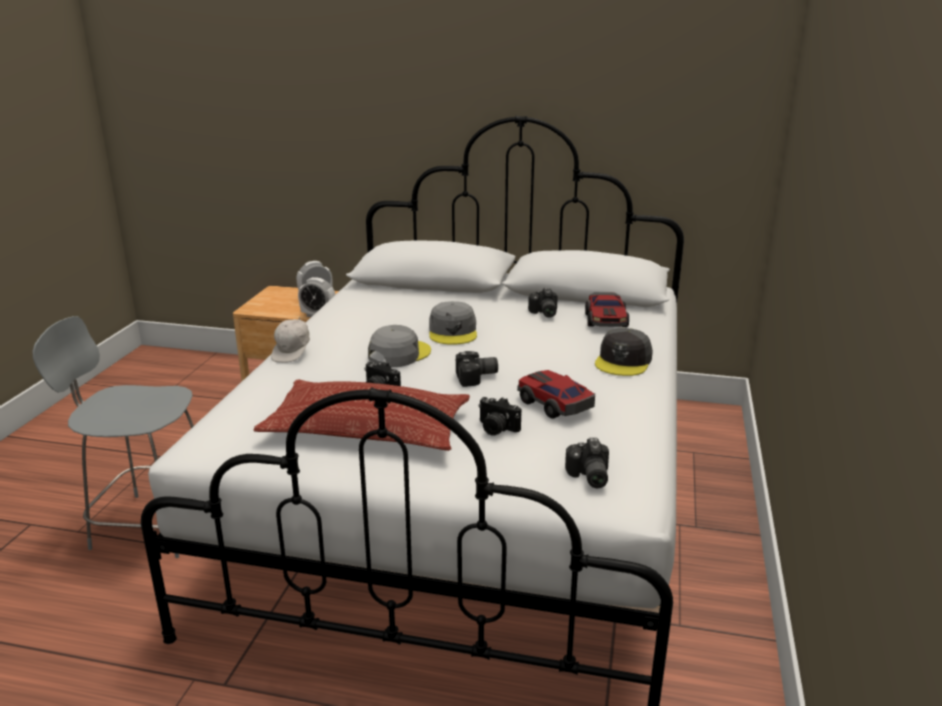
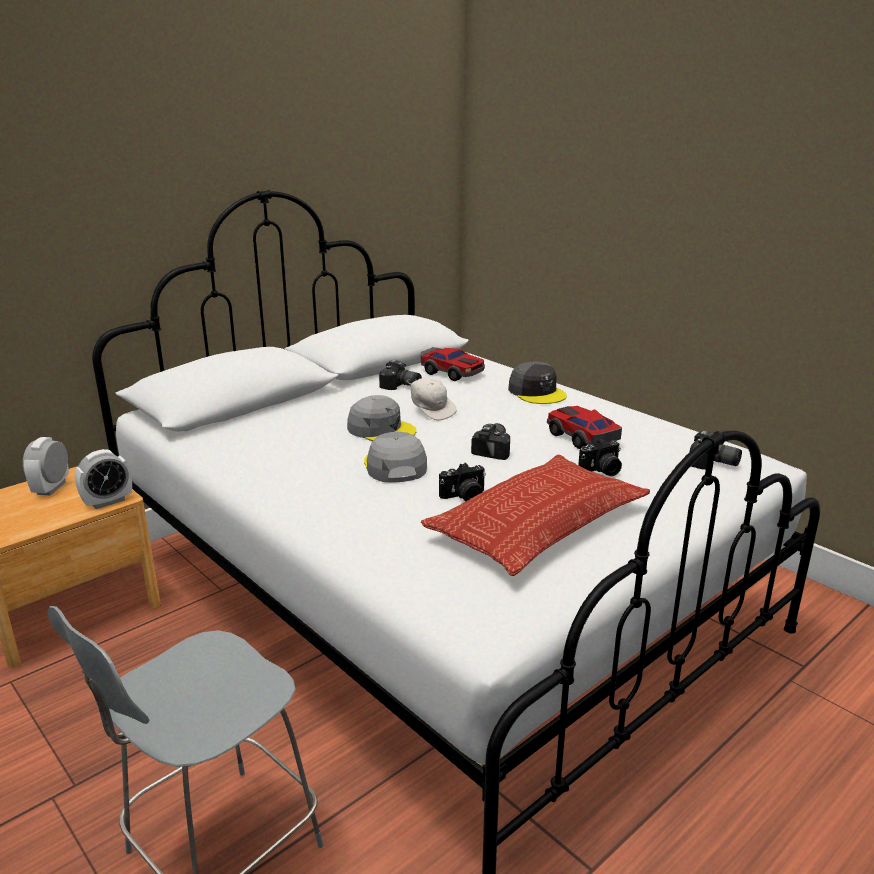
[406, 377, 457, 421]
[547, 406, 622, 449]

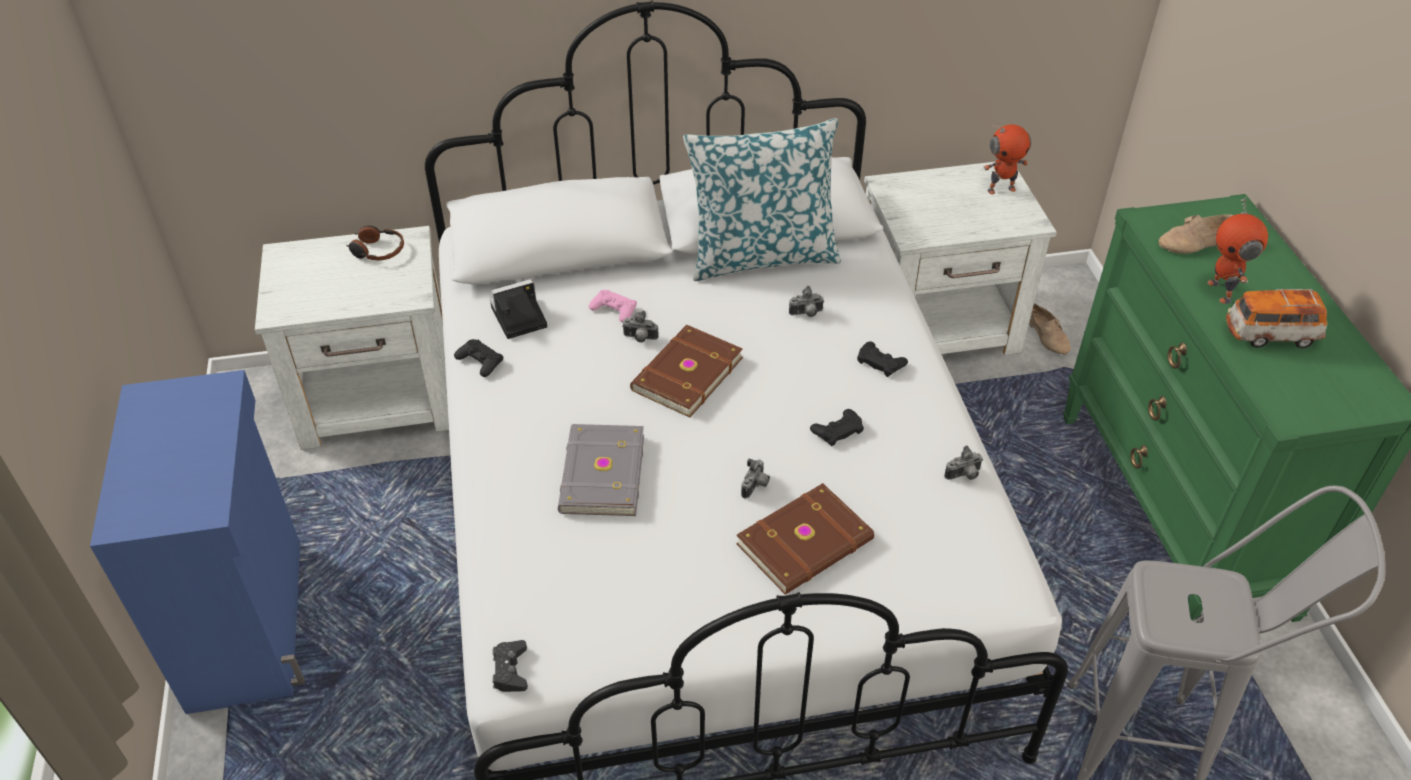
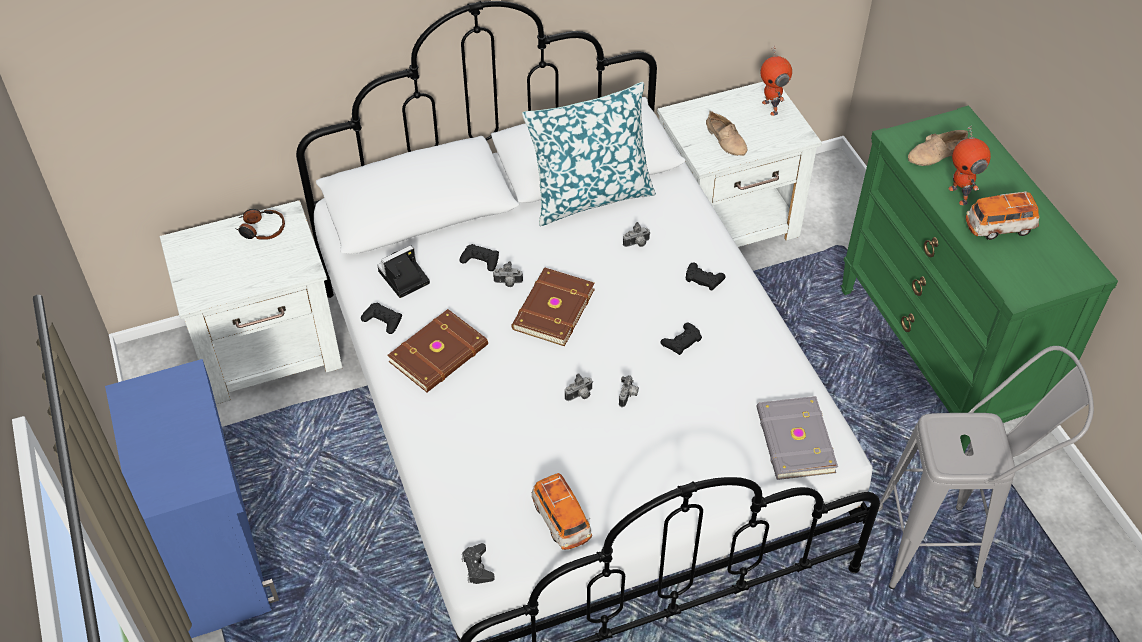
[757, 396, 838, 480]
[459, 244, 499, 271]
[388, 309, 488, 392]
[565, 373, 593, 401]
[761, 46, 792, 116]
[706, 111, 748, 156]
[532, 473, 592, 550]

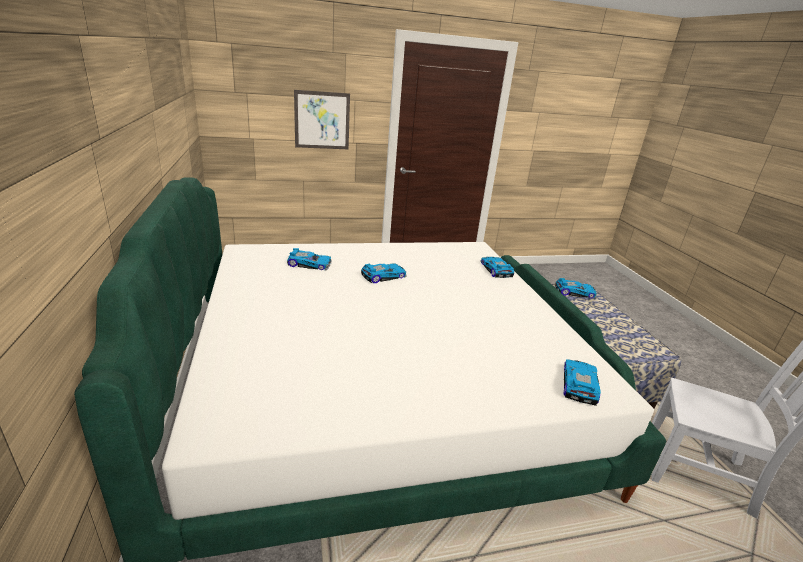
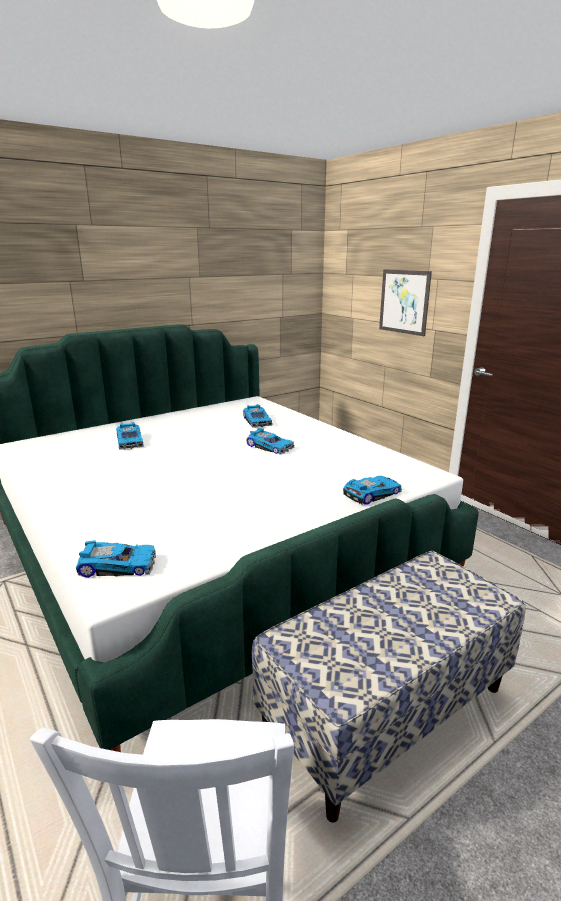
[116, 422, 144, 450]

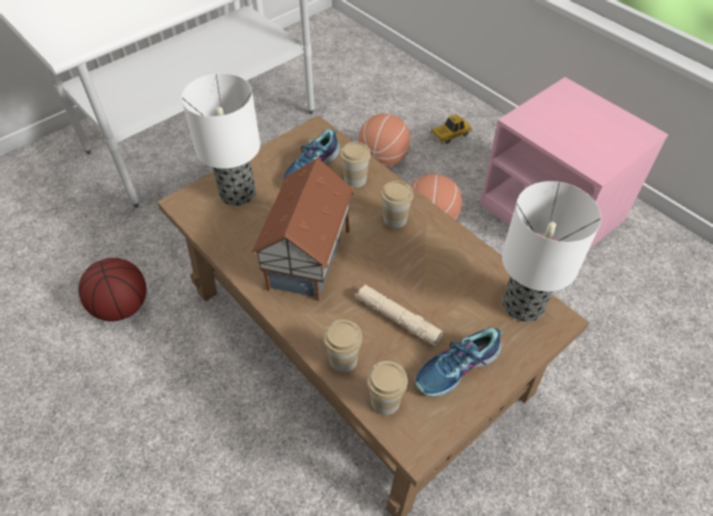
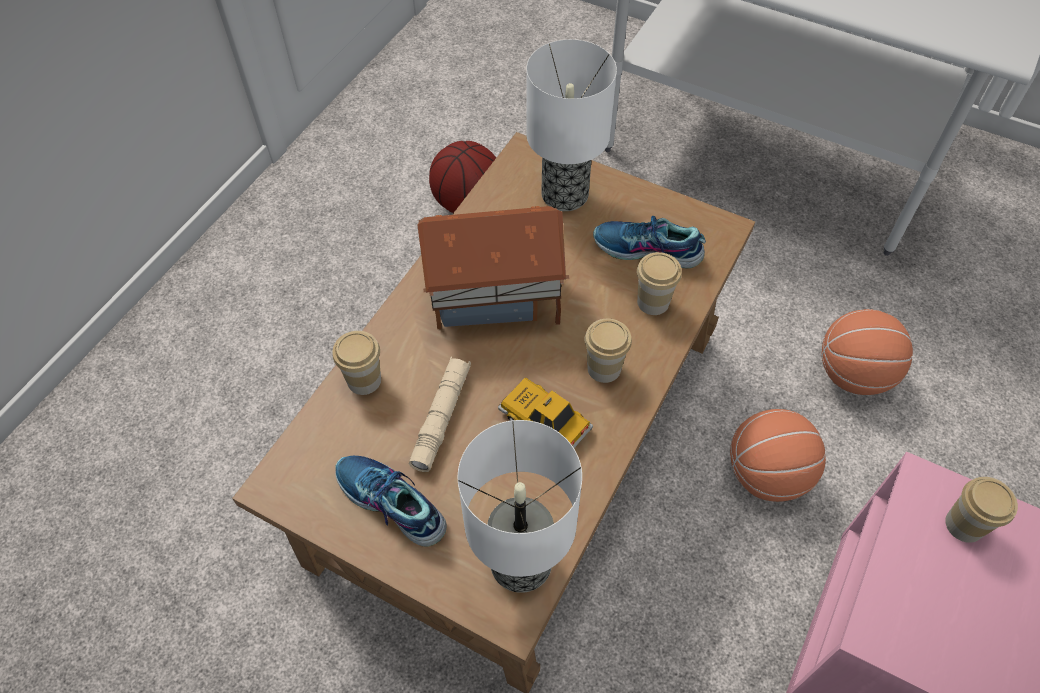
[945, 477, 1018, 543]
[498, 378, 593, 448]

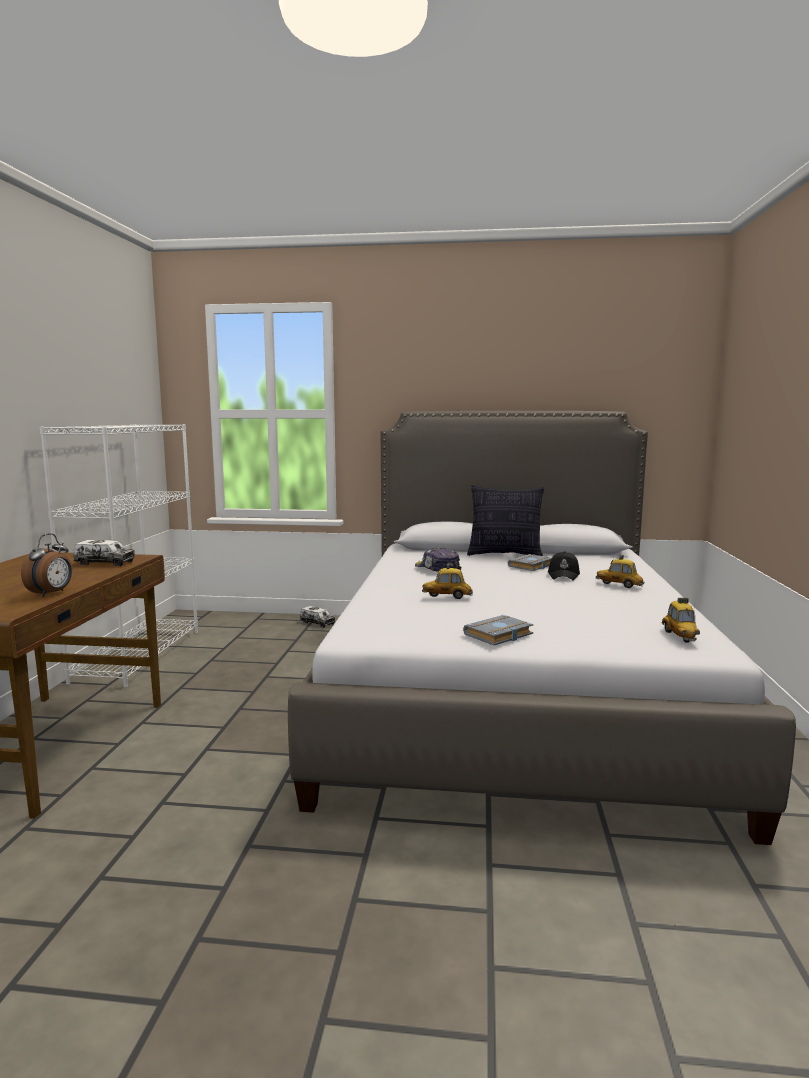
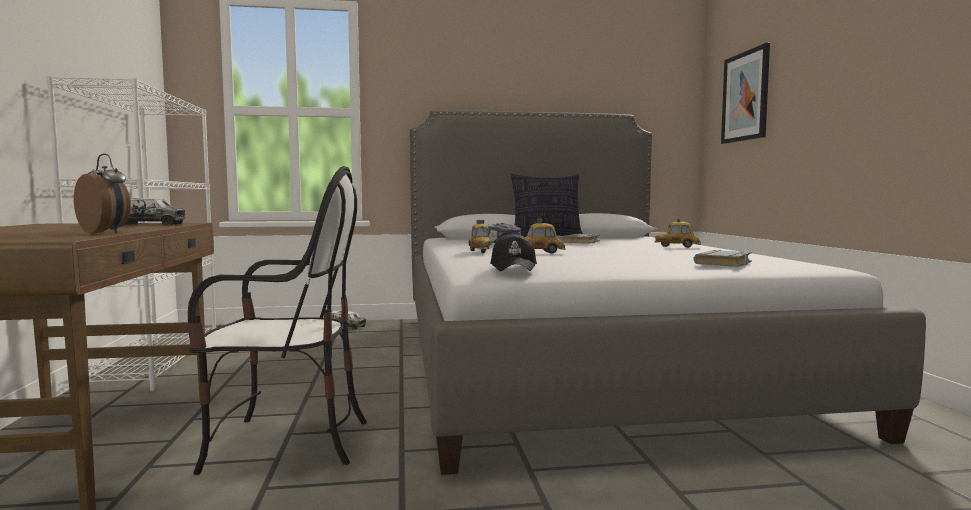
[74, 154, 131, 233]
[693, 250, 752, 267]
[490, 233, 537, 271]
[469, 220, 492, 253]
[187, 166, 367, 475]
[721, 43, 770, 144]

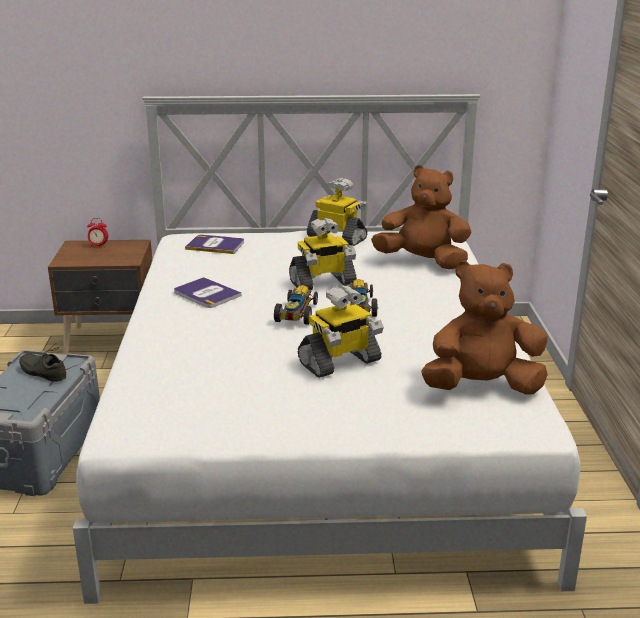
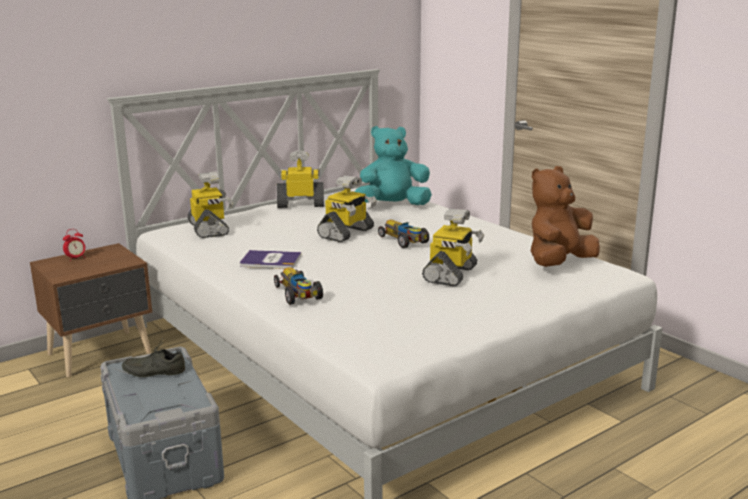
[188, 171, 233, 238]
[274, 267, 323, 305]
[354, 126, 432, 205]

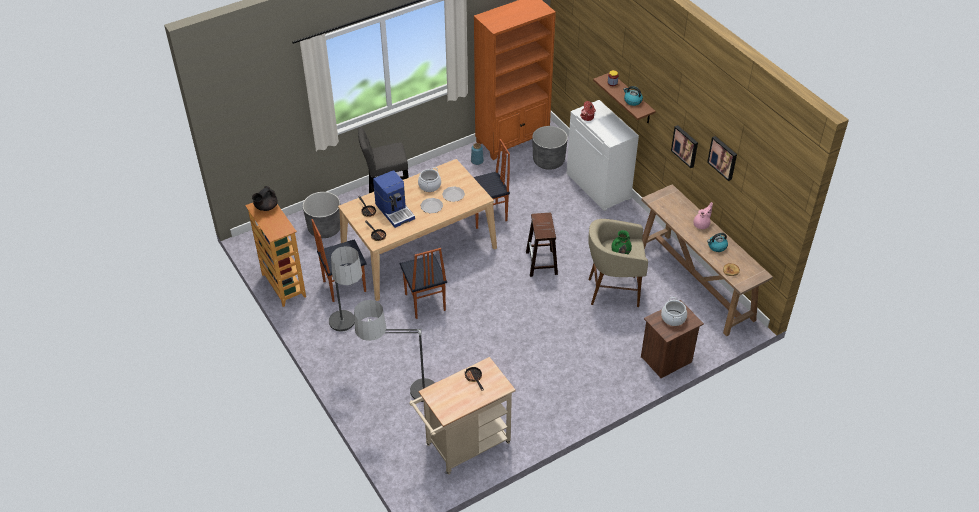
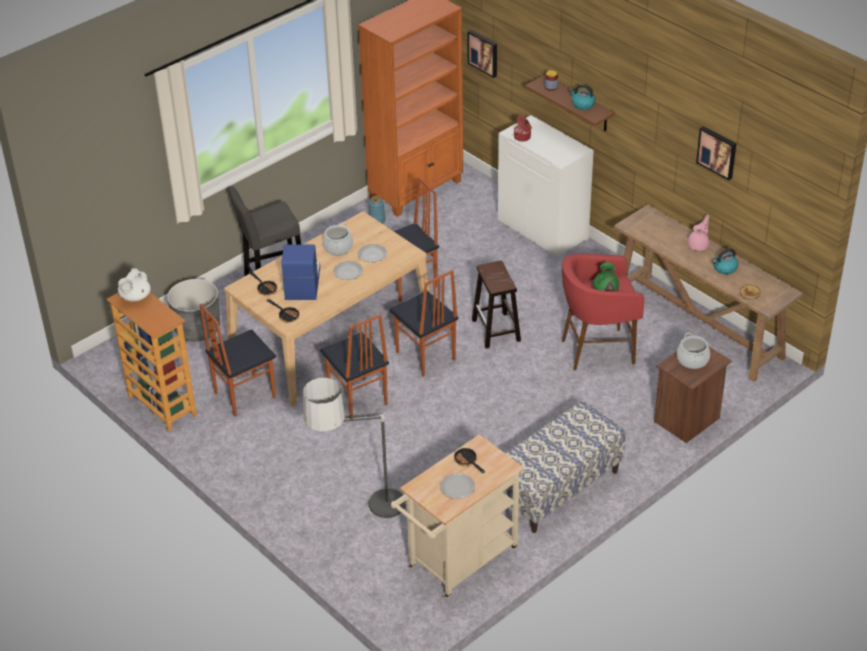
[118, 268, 151, 301]
[329, 246, 362, 332] (first image)
[281, 244, 320, 300]
[532, 126, 568, 170] (first image)
[562, 254, 644, 370]
[467, 30, 497, 78]
[389, 270, 458, 377]
[440, 473, 475, 499]
[503, 401, 626, 533]

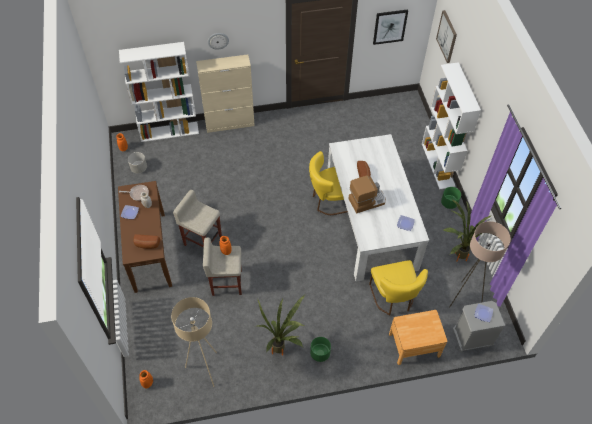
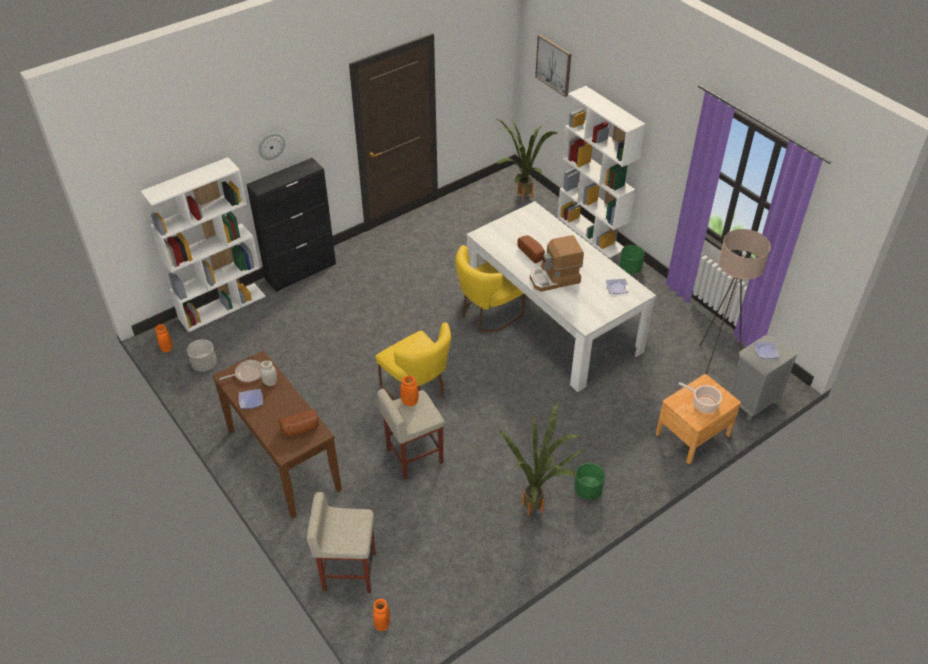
[171, 297, 217, 387] (first image)
[307, 492, 376, 593]
[246, 158, 336, 292]
[530, 235, 584, 292]
[376, 323, 451, 400]
[373, 10, 408, 45] (first image)
[497, 119, 557, 201]
[678, 382, 722, 413]

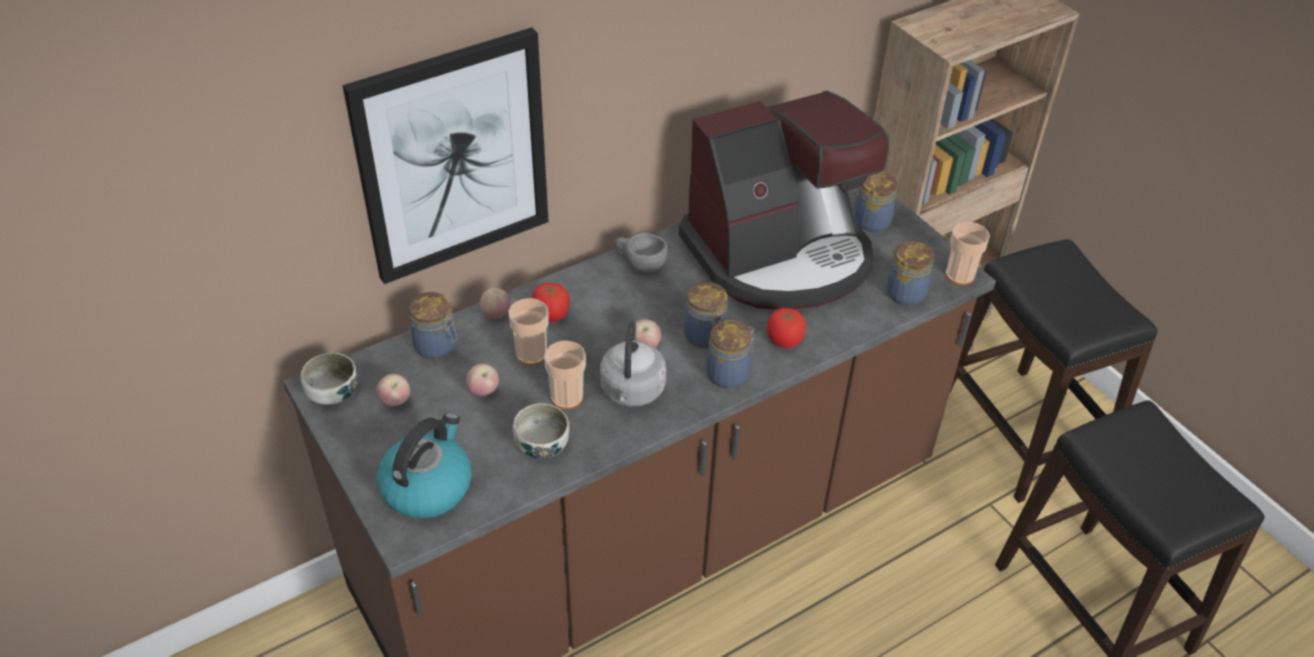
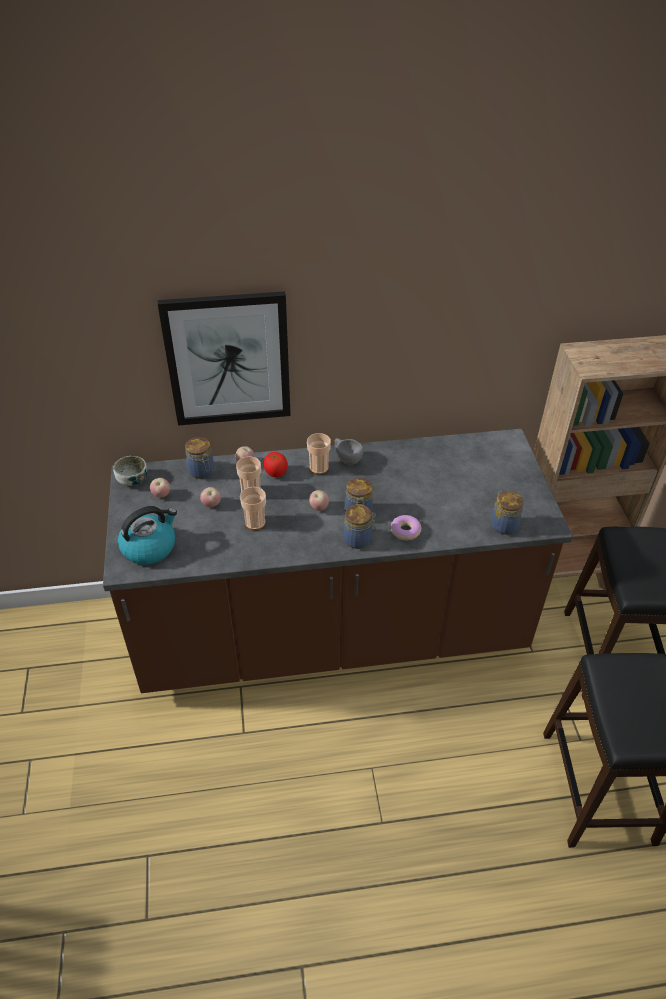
[513, 403, 569, 459] (first image)
[600, 321, 666, 407] (first image)
[679, 91, 889, 310] (first image)
[391, 515, 421, 540]
[851, 171, 898, 232] (first image)
[307, 433, 331, 474]

